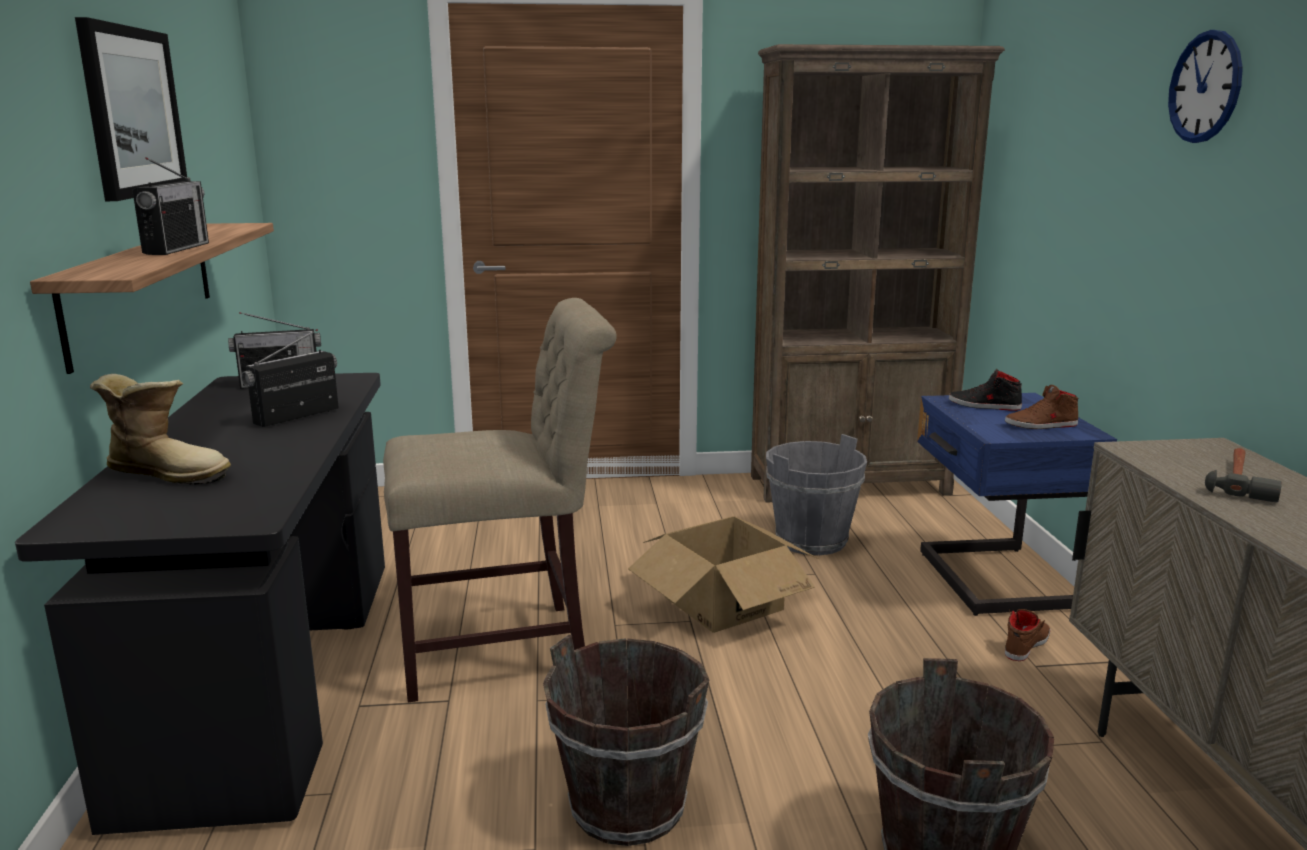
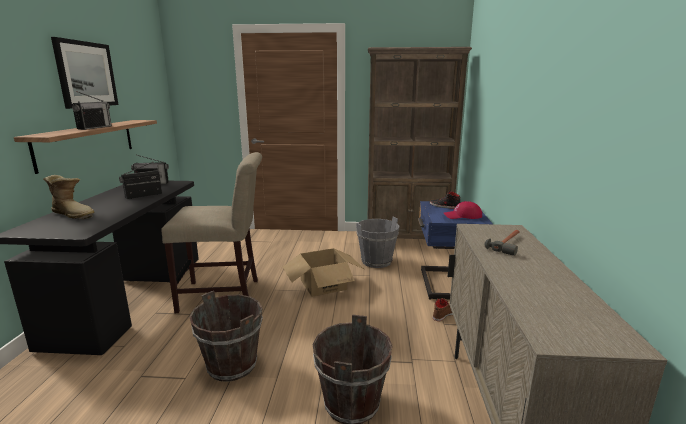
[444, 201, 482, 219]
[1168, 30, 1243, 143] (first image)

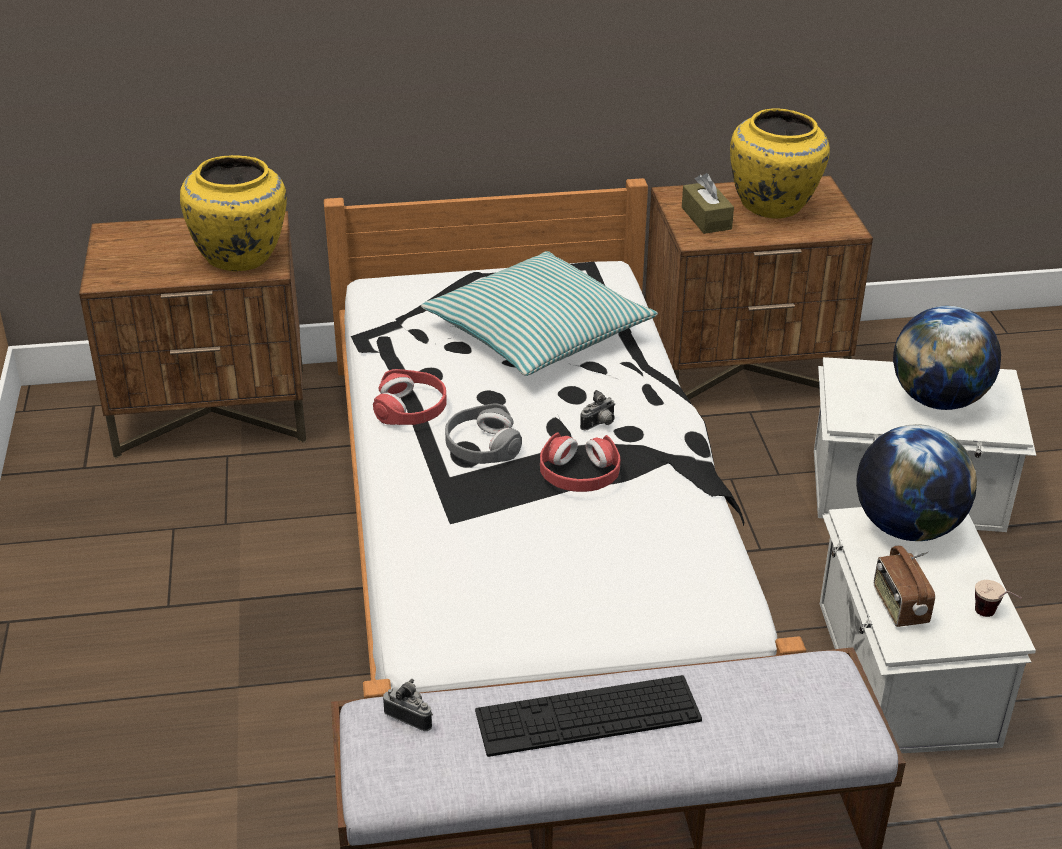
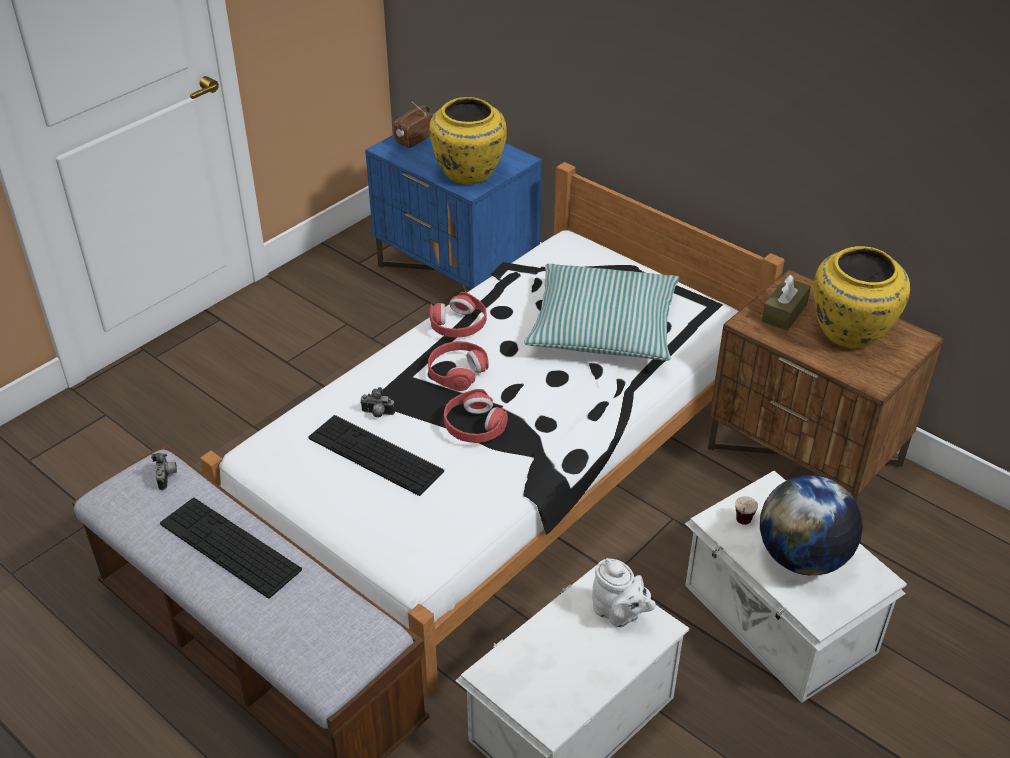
[365, 114, 542, 292]
[428, 341, 489, 391]
[360, 387, 395, 418]
[592, 558, 656, 627]
[393, 102, 433, 148]
[735, 496, 758, 525]
[308, 415, 444, 496]

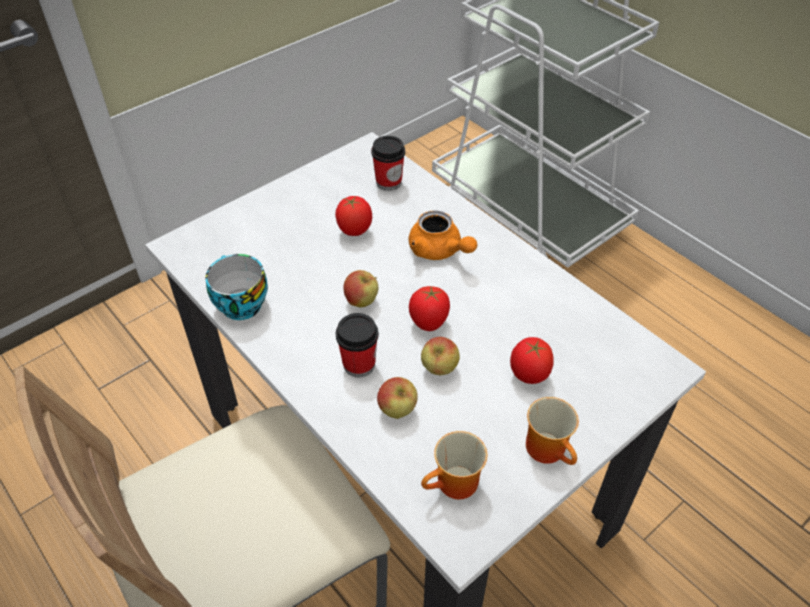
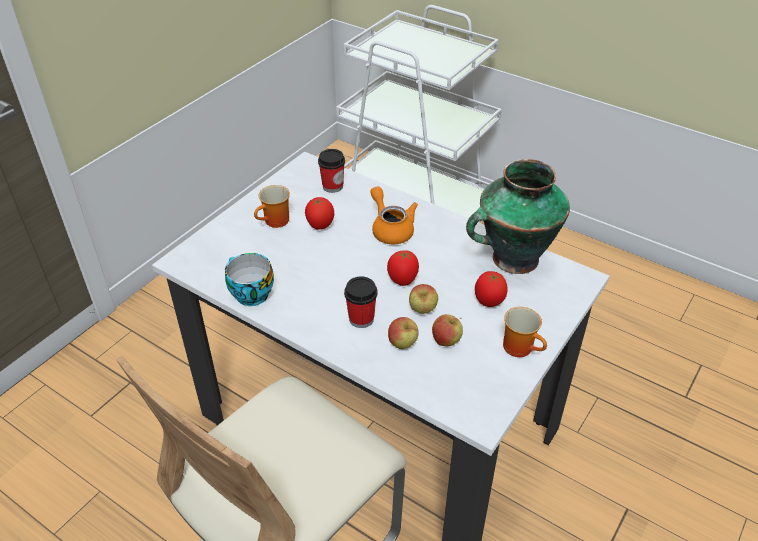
[432, 314, 463, 346]
[371, 186, 418, 244]
[254, 185, 290, 228]
[466, 159, 570, 274]

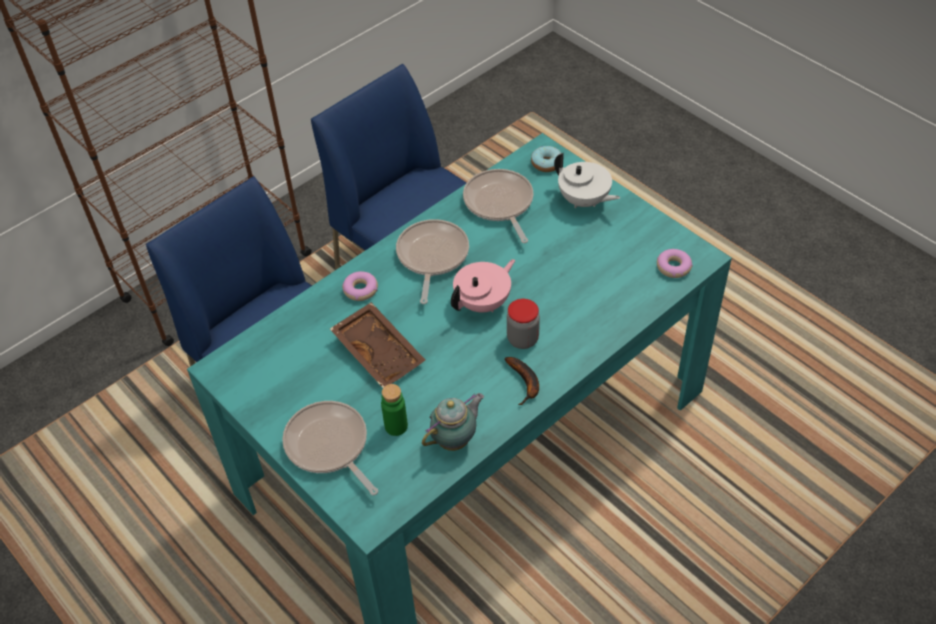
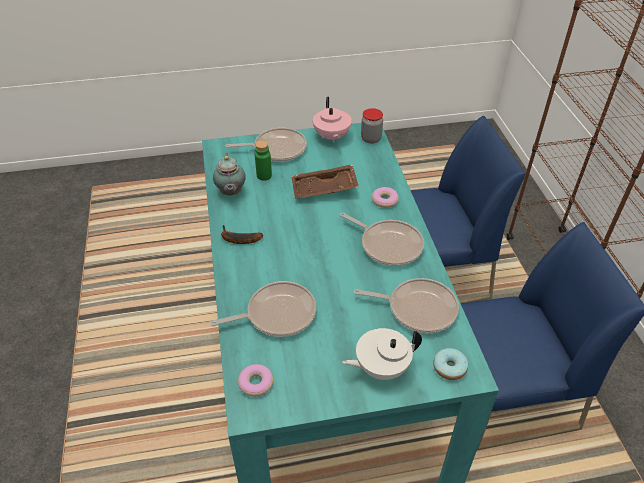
[313, 97, 352, 143]
[361, 108, 383, 144]
[210, 281, 316, 337]

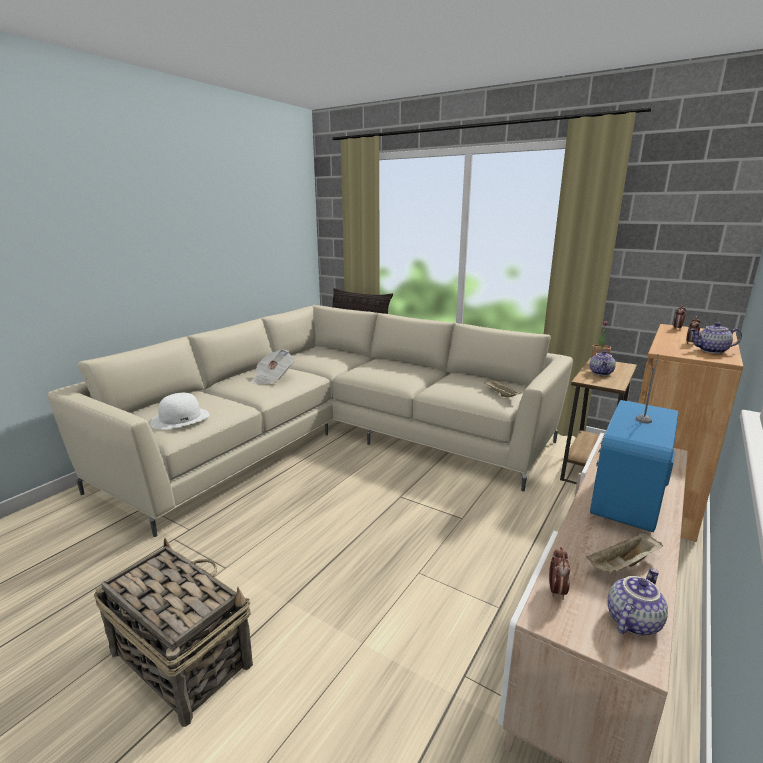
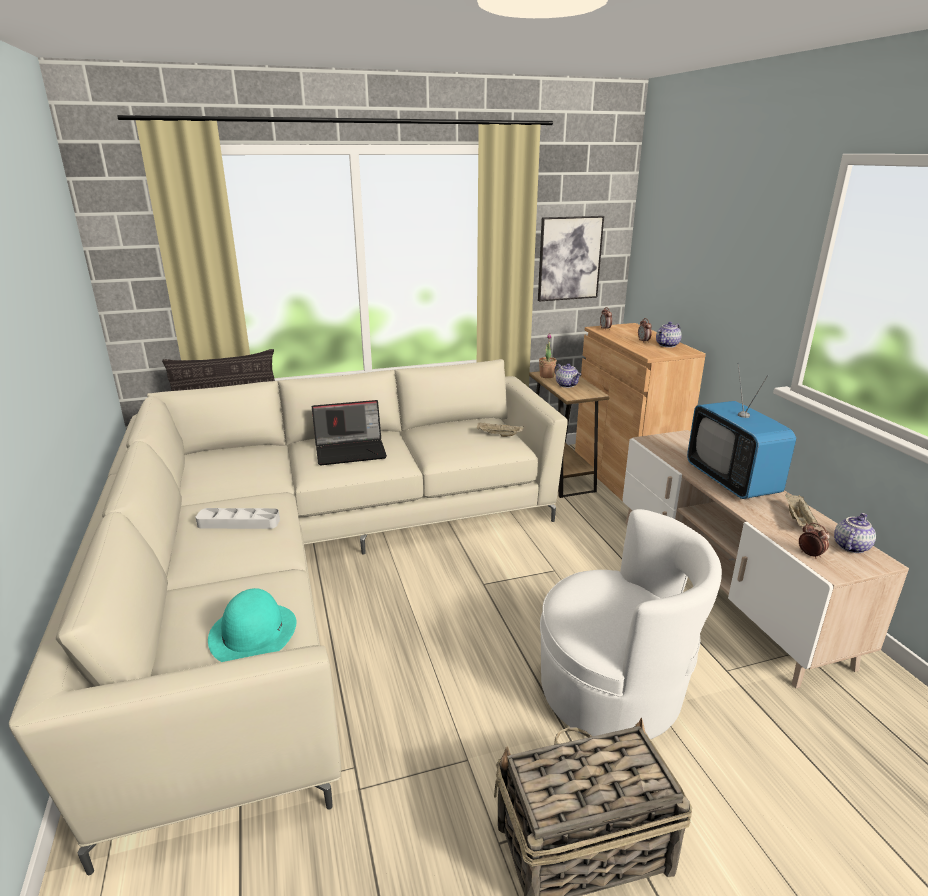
[208, 588, 297, 662]
[196, 508, 280, 529]
[834, 513, 876, 553]
[312, 400, 387, 465]
[538, 216, 604, 301]
[540, 509, 722, 739]

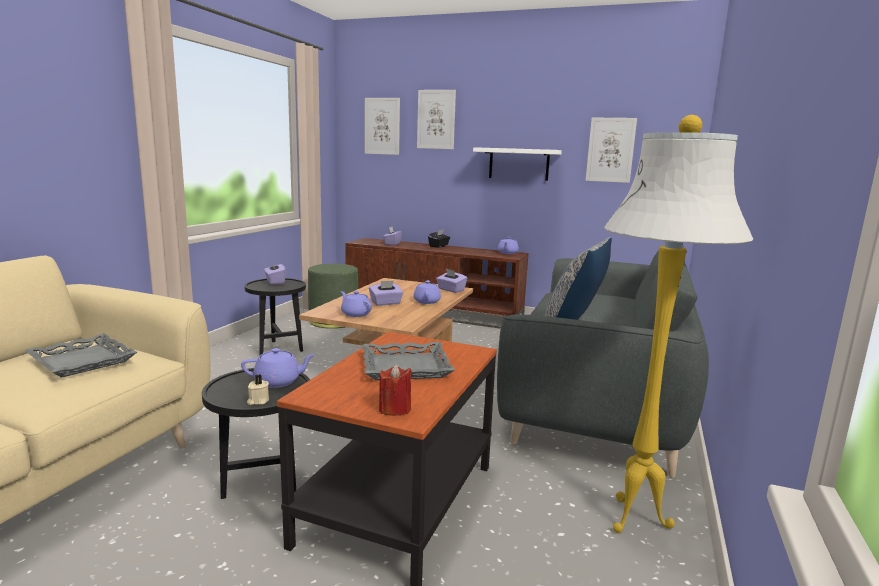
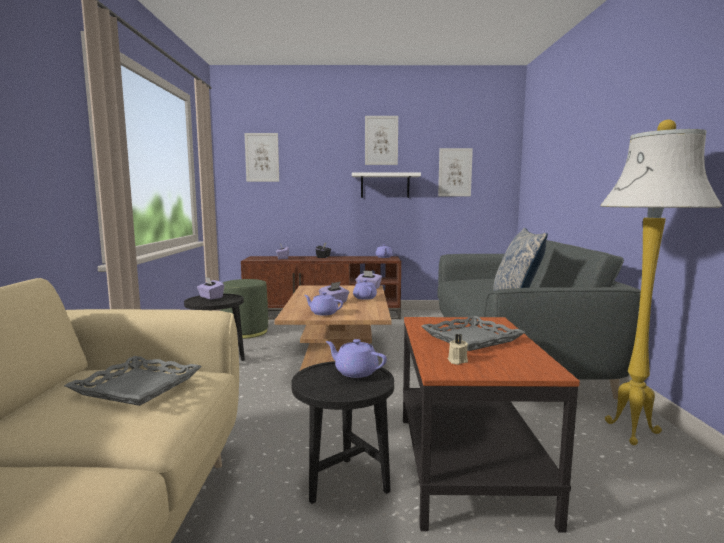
[325, 339, 387, 378]
[448, 334, 468, 365]
[379, 364, 412, 416] (first image)
[365, 116, 398, 165]

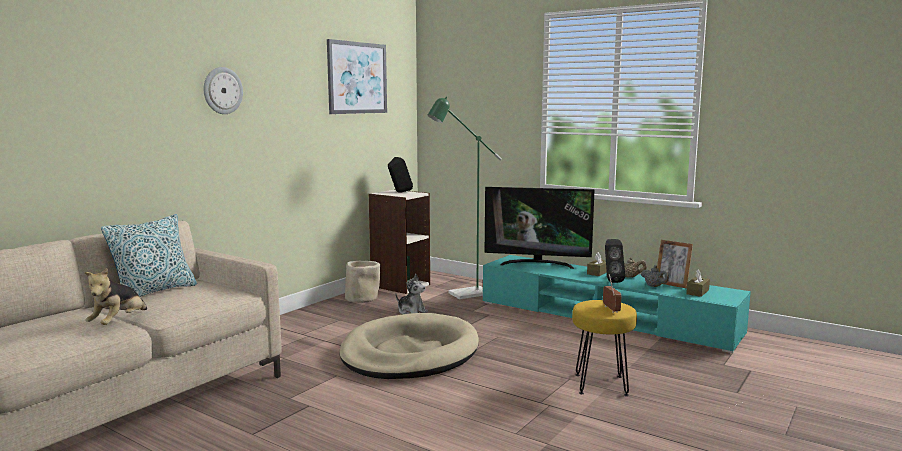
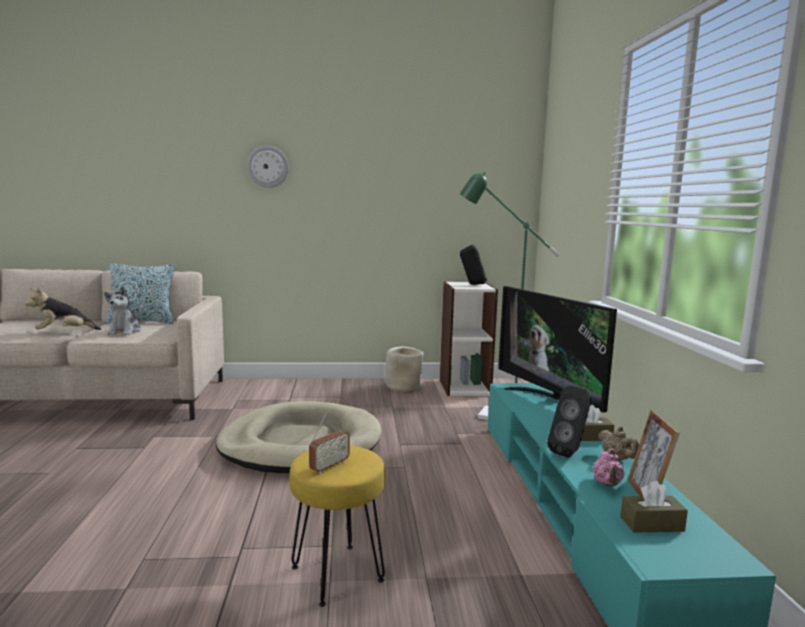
[327, 39, 387, 114] (first image)
[104, 286, 141, 335]
[593, 448, 625, 486]

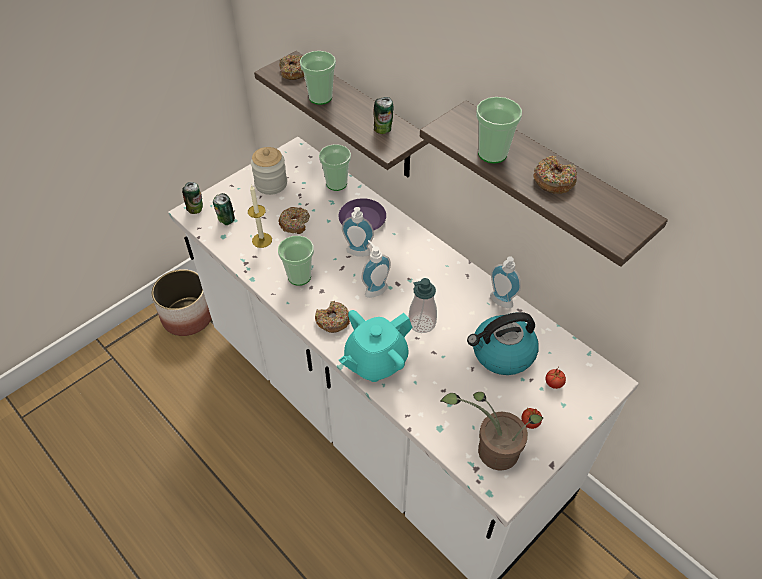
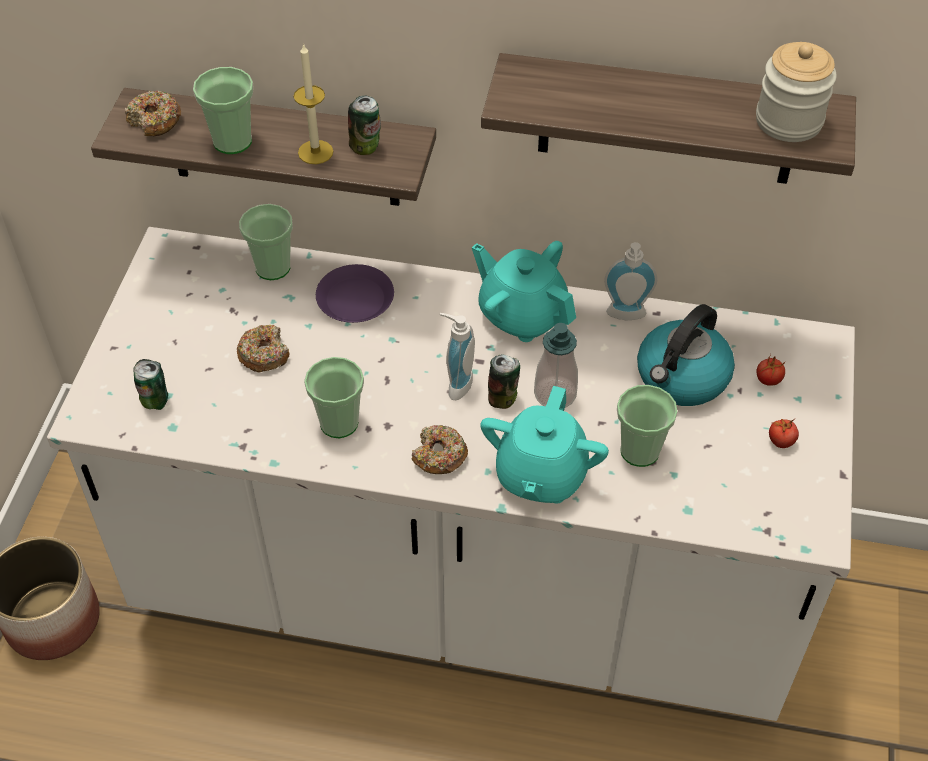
[488, 355, 520, 409]
[294, 43, 333, 164]
[756, 42, 837, 142]
[342, 207, 374, 257] (first image)
[440, 392, 543, 471] (first image)
[617, 385, 678, 467]
[533, 156, 577, 194] (first image)
[472, 241, 576, 342]

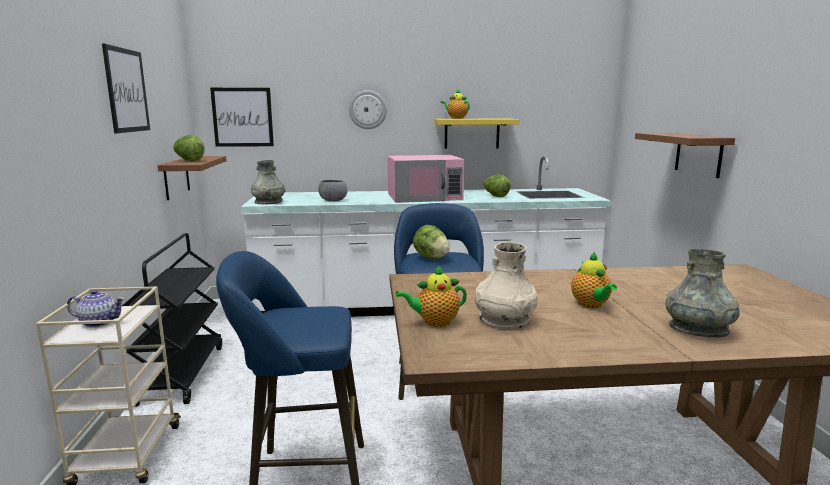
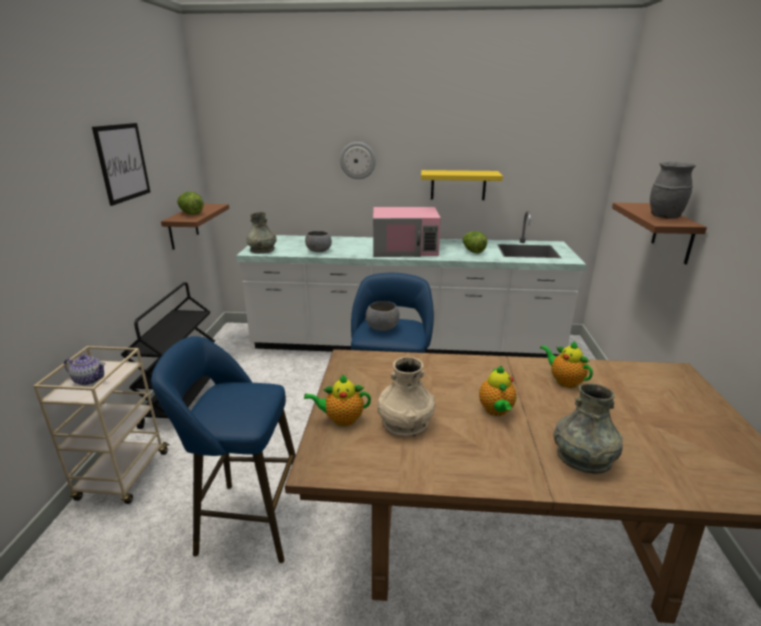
[210, 88, 274, 147] (first image)
[366, 301, 400, 331]
[540, 341, 593, 388]
[650, 161, 696, 219]

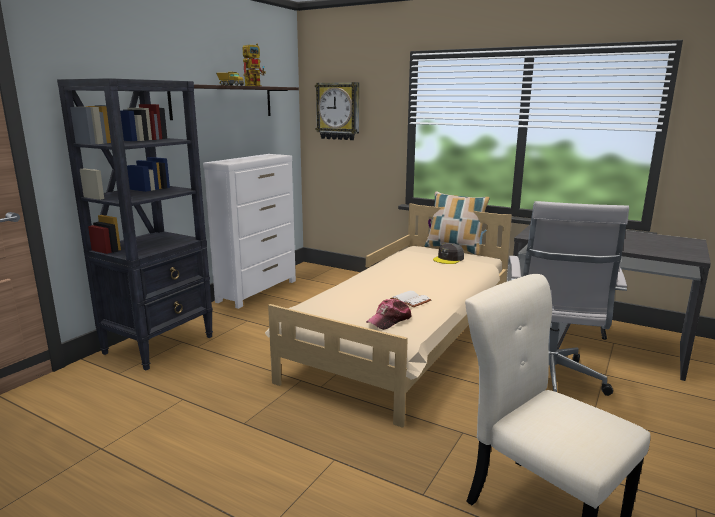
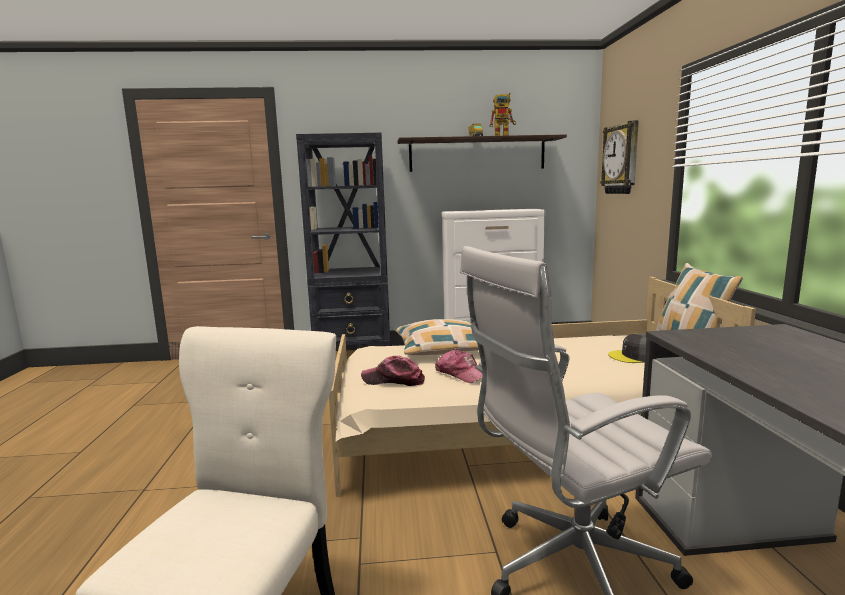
[435, 349, 482, 383]
[395, 319, 479, 355]

